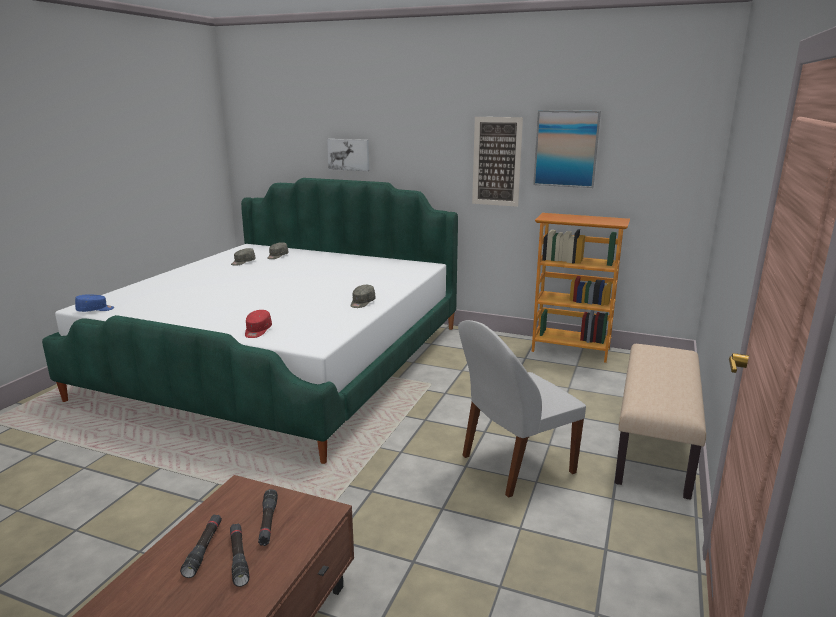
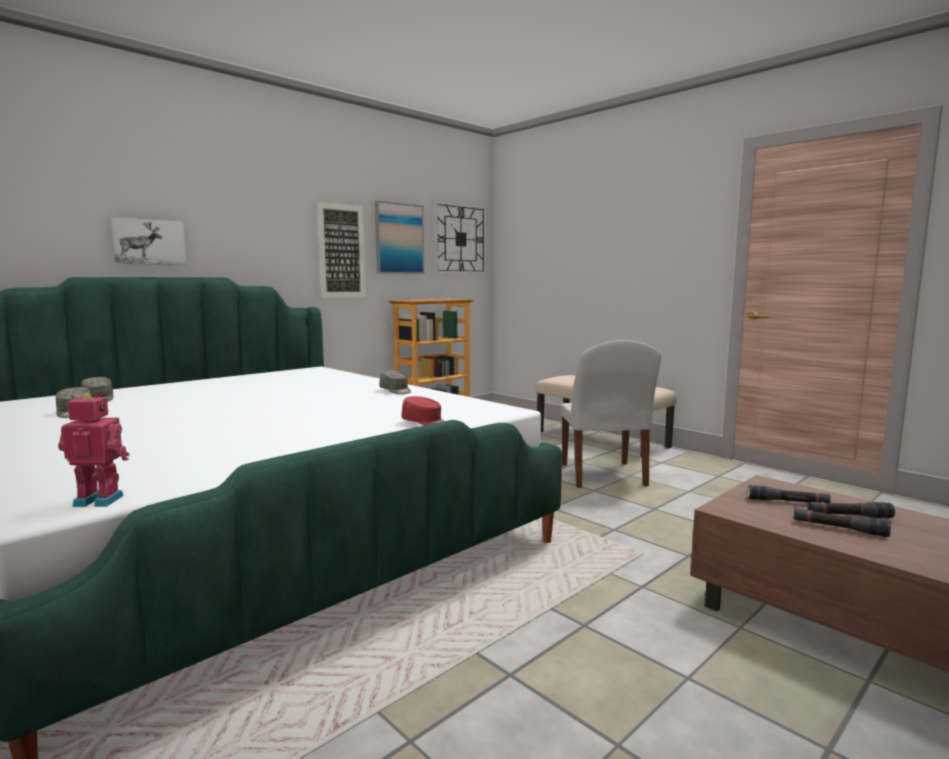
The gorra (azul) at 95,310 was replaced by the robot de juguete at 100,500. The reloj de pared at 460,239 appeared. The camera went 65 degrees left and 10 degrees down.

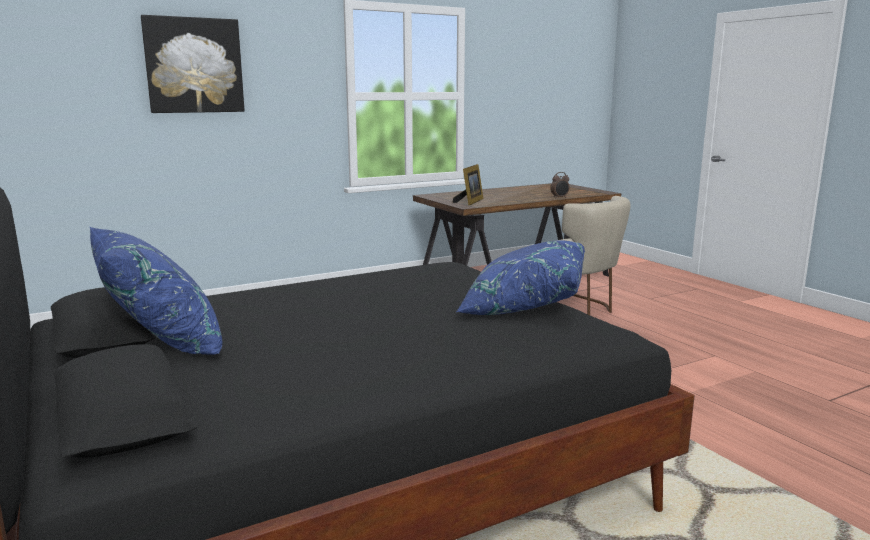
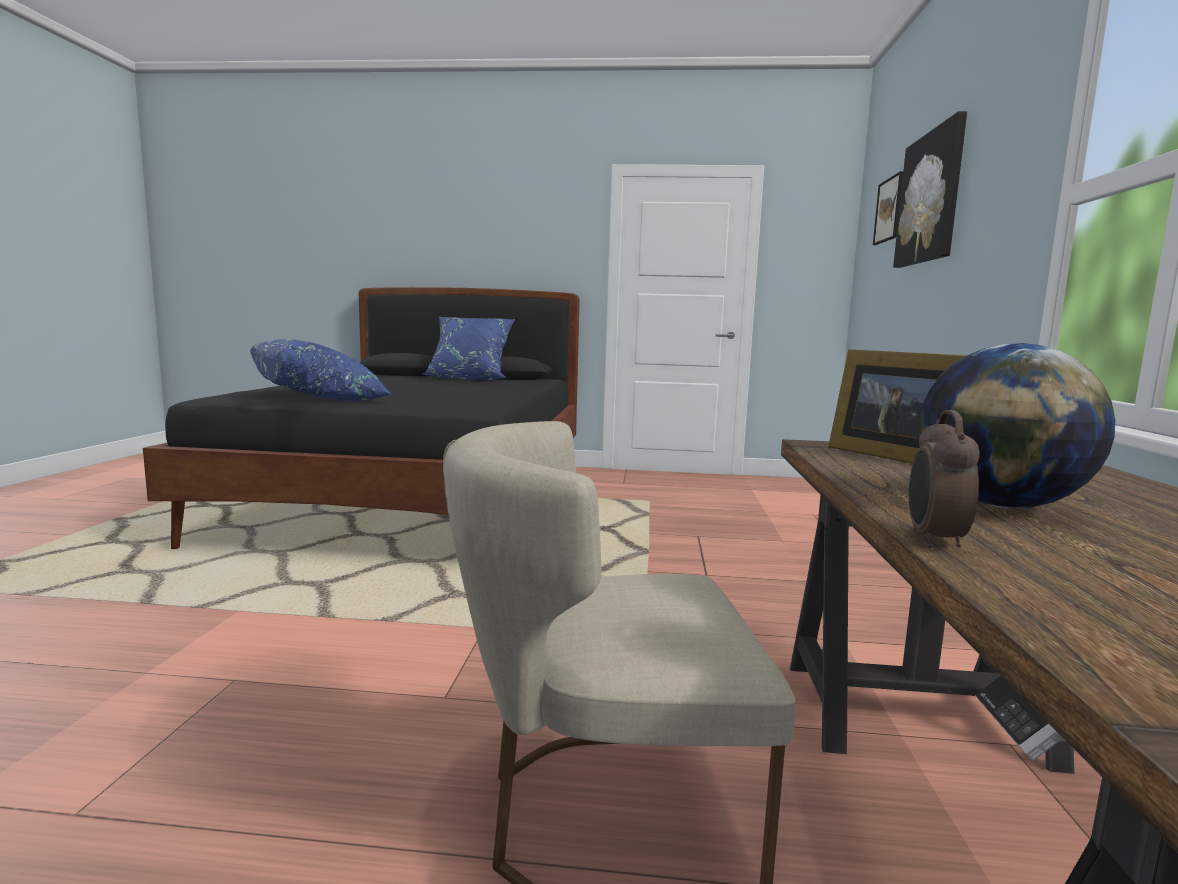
The cuadro at 888,210 appeared. The globo terráqueo at 999,505 appeared. The camera went 125 degrees right and 5 degrees down.

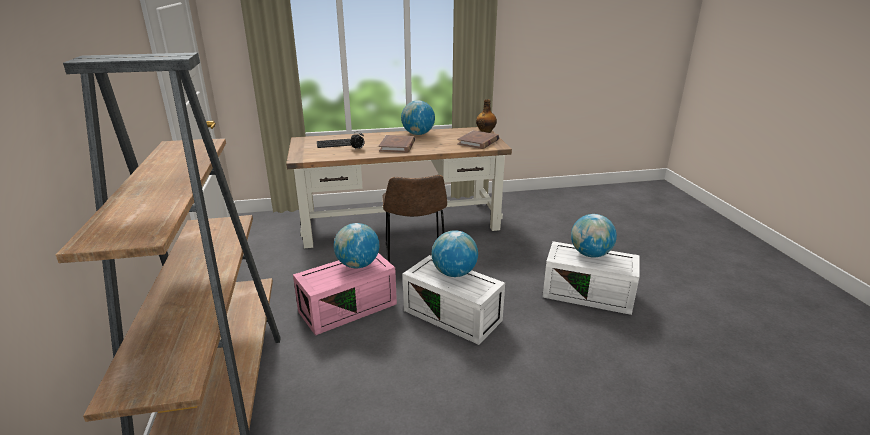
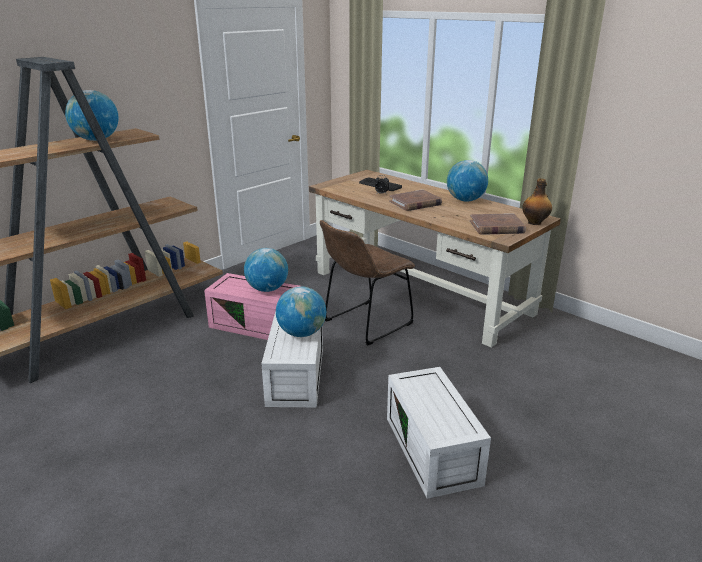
The globo terráqueo moved from 590,254 to 96,140. The camera went 55 degrees right and 0 degrees up.

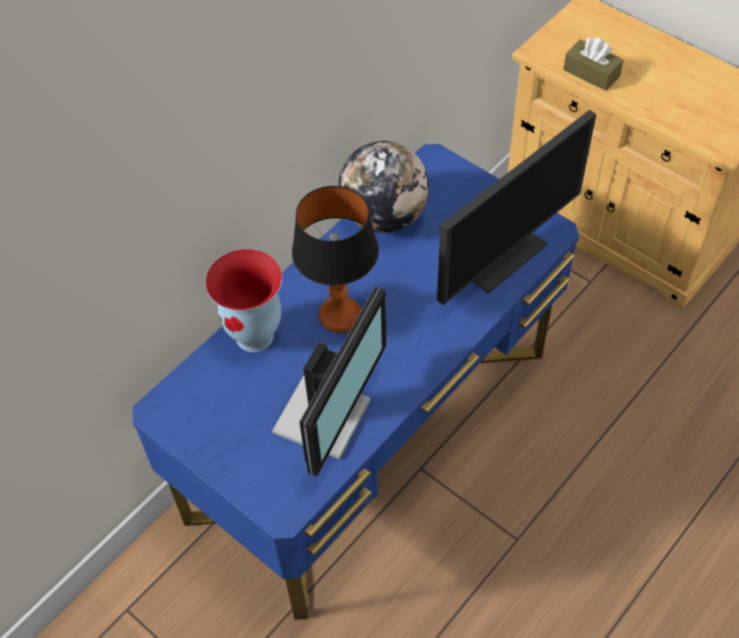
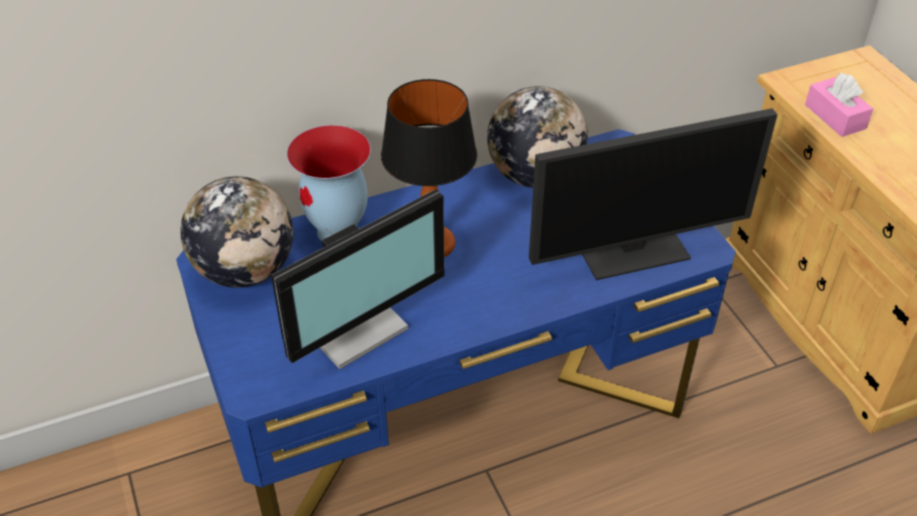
The caja de pañuelos (marrón) at 591,73 became the caja de pañuelos (rosa) at 835,117. The globo terráqueo at 245,270 appeared. The camera went 25 degrees right and 10 degrees down.

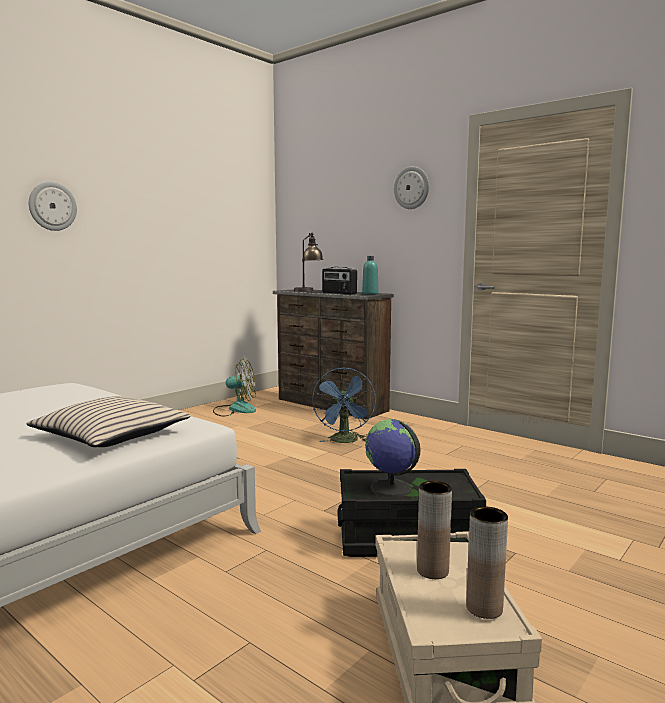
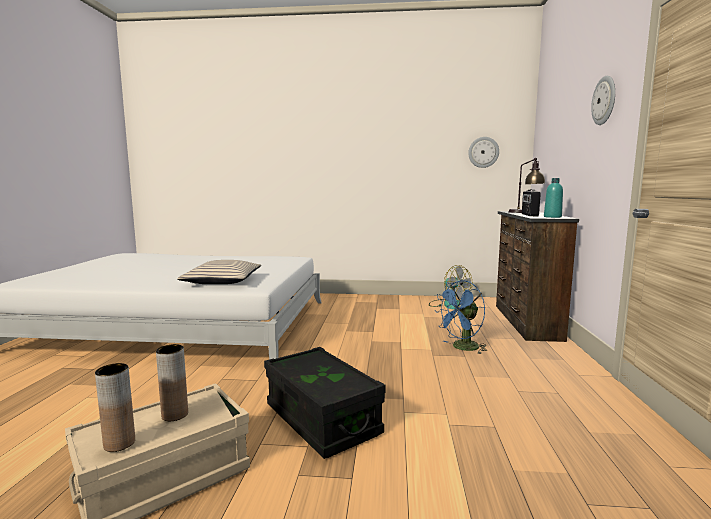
The reloj de pared moved from 52,206 to 483,152. The globo terráqueo at 390,489 disappeared. The camera went 55 degrees right and 0 degrees up.

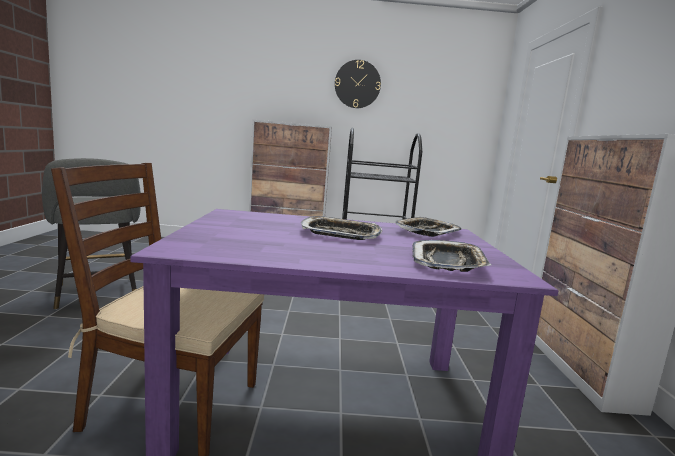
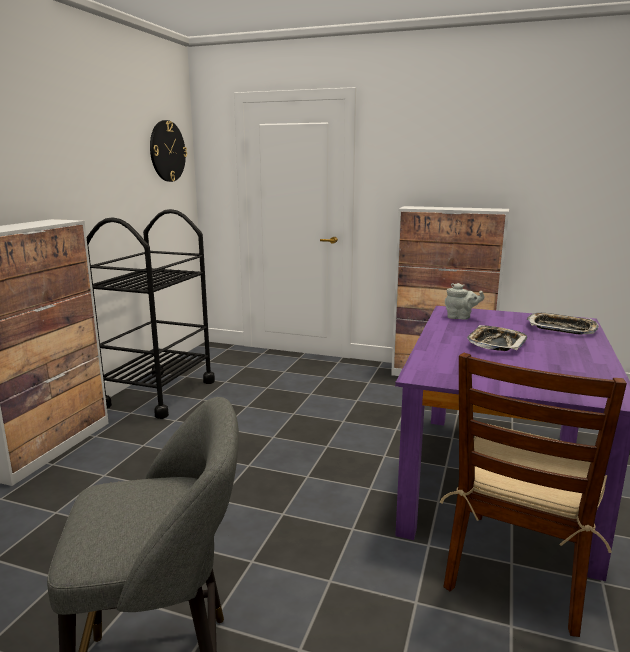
The reloj de pared moved from 357,84 to 167,151. The bandeja at 427,232 was replaced by the tetera (gris) at 460,318. The camera went 70 degrees left and 5 degrees up.

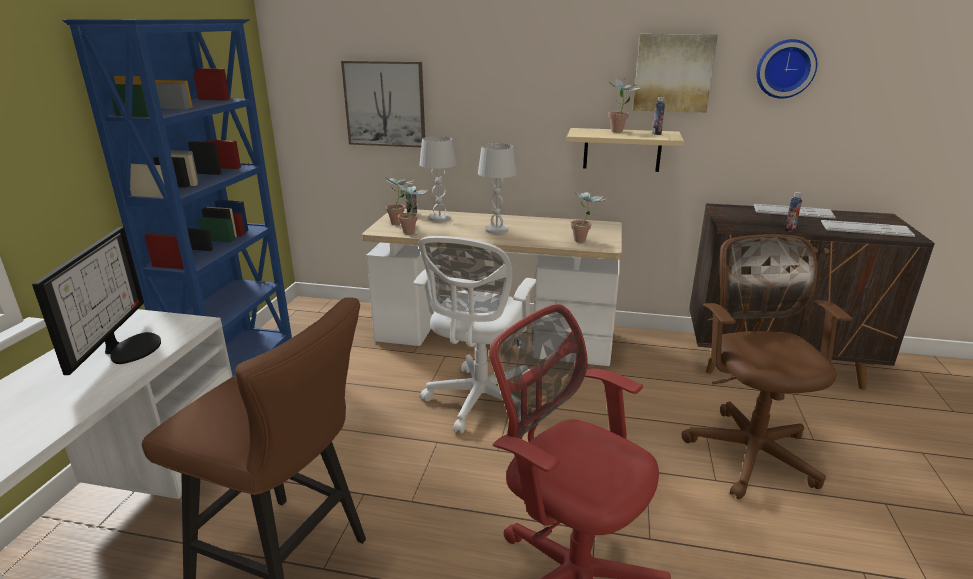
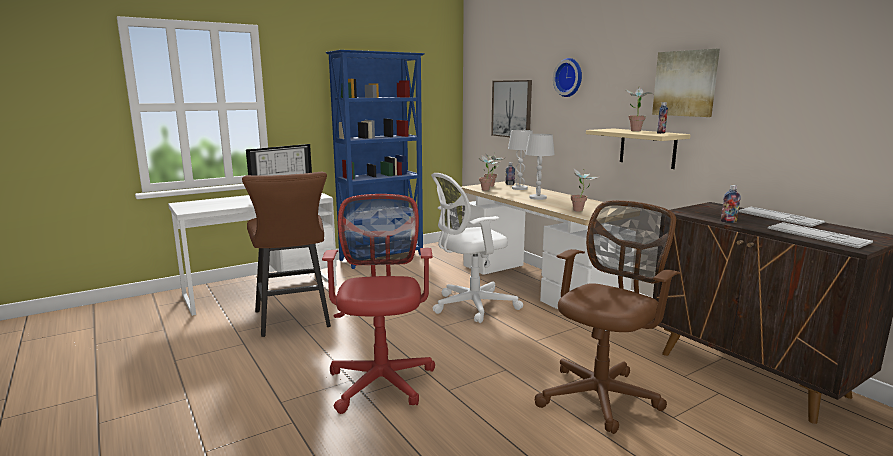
The reloj de pared moved from 785,69 to 569,77. The camera went 45 degrees right and 10 degrees down.

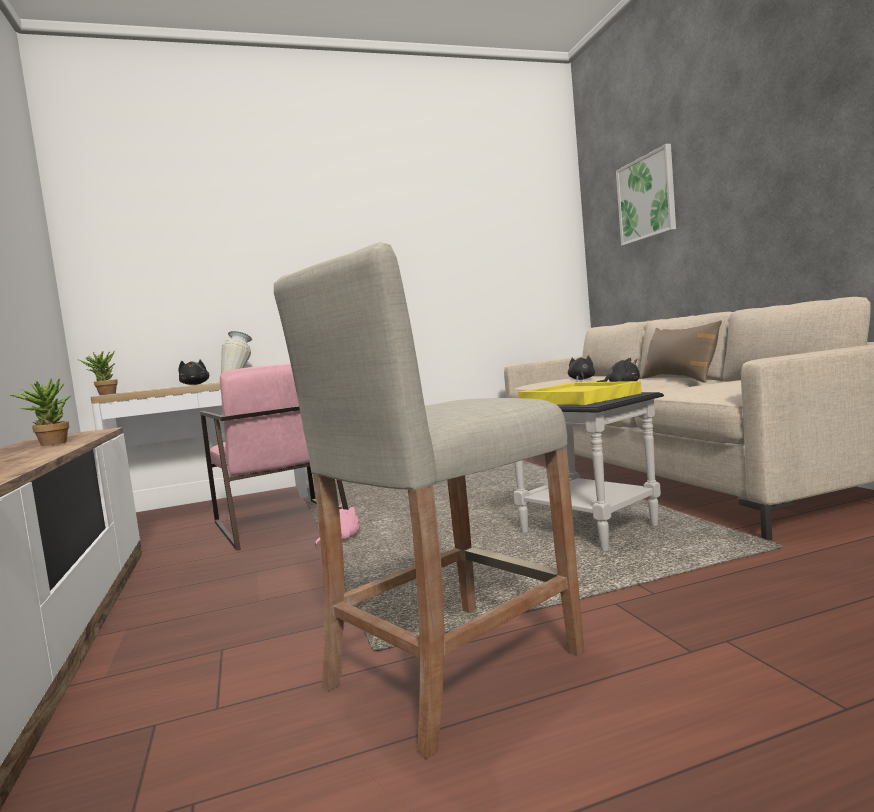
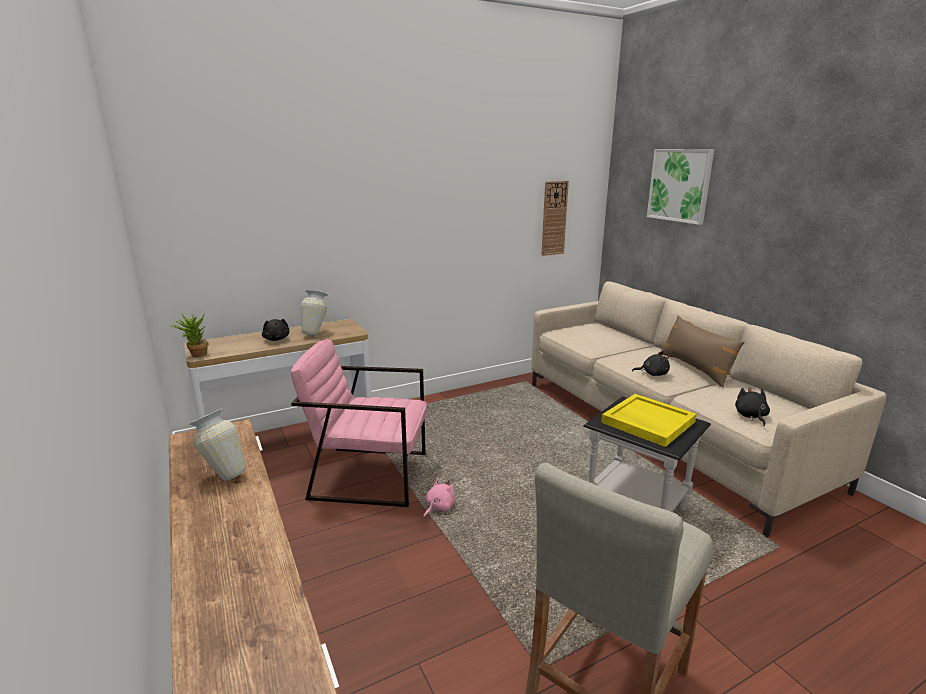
The planta en maceta at 49,444 was replaced by the florero at 223,473. The sillón (rosa) at 279,523 turned 135 degrees clockwise. The peluche (negro) moved from 581,379 to 751,416. The reloj de pared at 554,218 appeared. The camera went 10 degrees left and 15 degrees up.

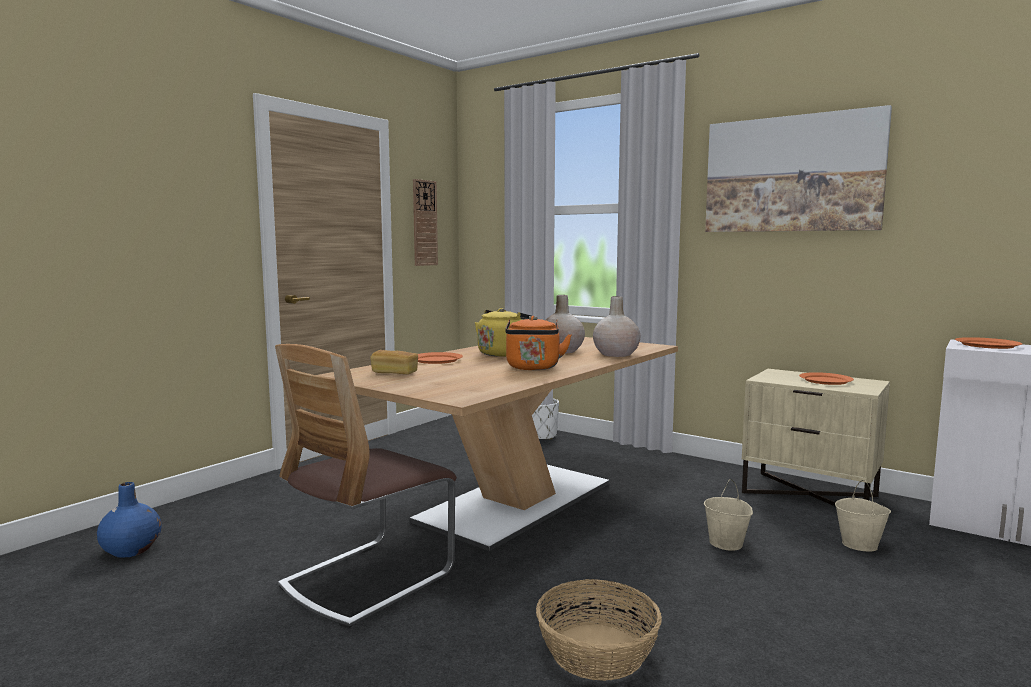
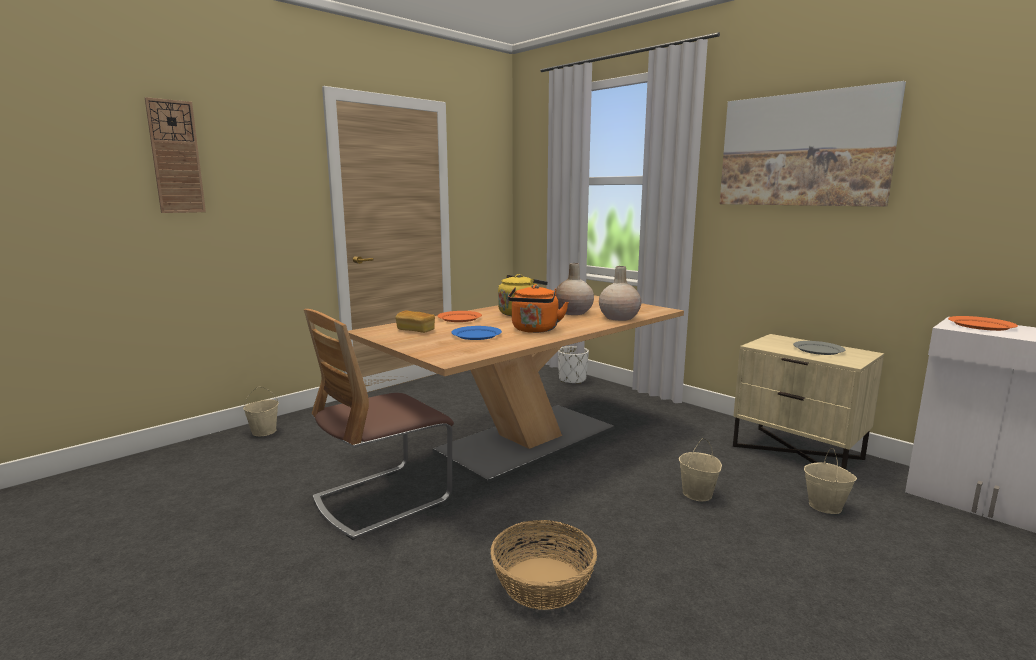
The florero (azul) at 131,550 disappeared. The reloj de pared moved from 424,223 to 176,157. The plato (naranja) at 826,380 became the plato (gris) at 818,350. The cubo (beis) at 264,431 appeared. The plato (azul) at 476,335 appeared. The camera went 10 degrees right and 5 degrees up.

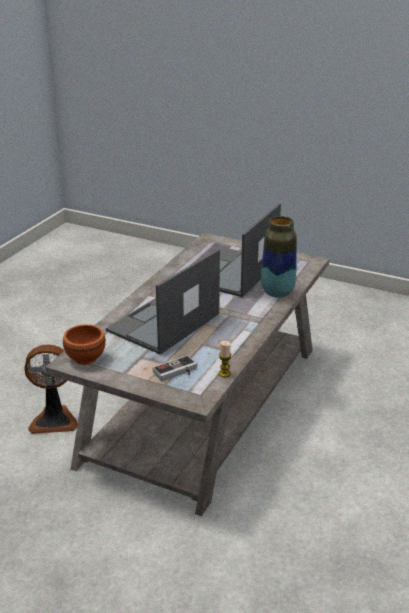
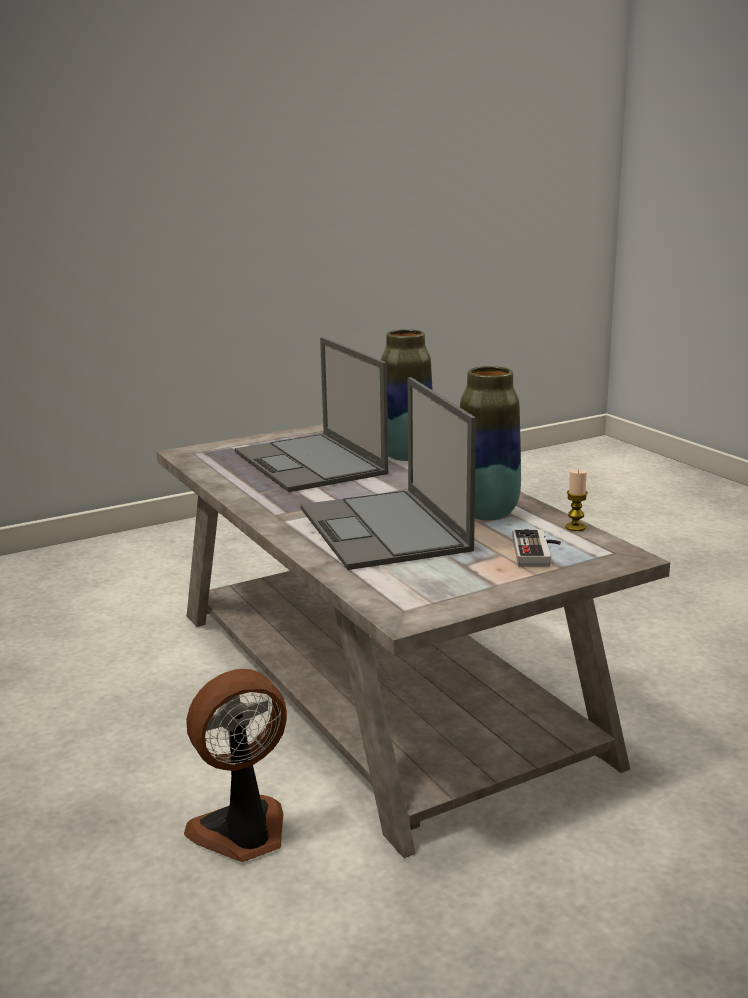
The ventilador at 54,419 turned 150 degrees counterclockwise. The cuenco (marrón) at 84,359 disappeared. The florero at 487,514 appeared. The camera went 55 degrees left and 10 degrees down.

